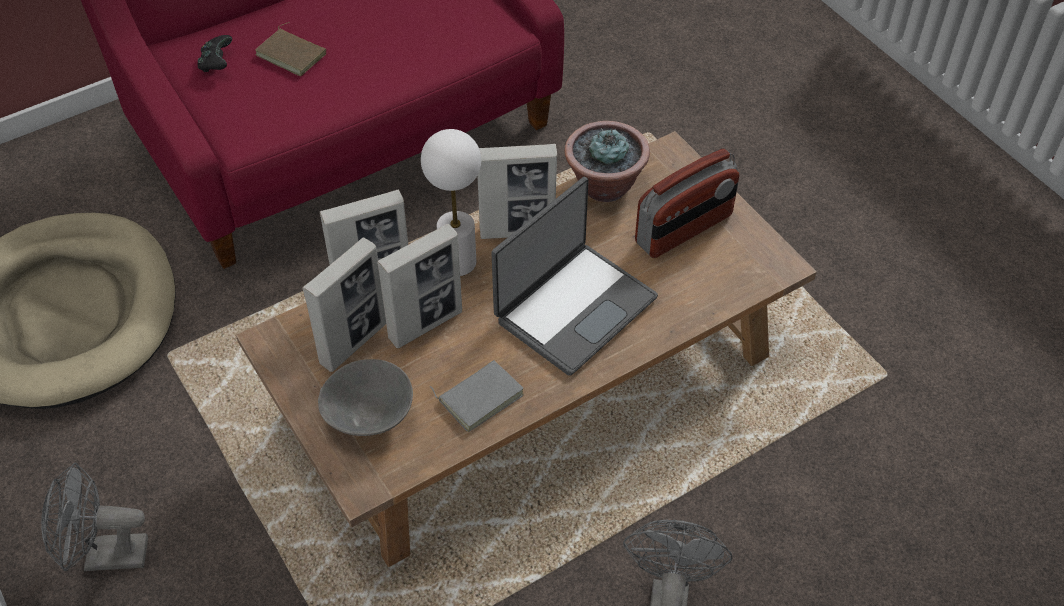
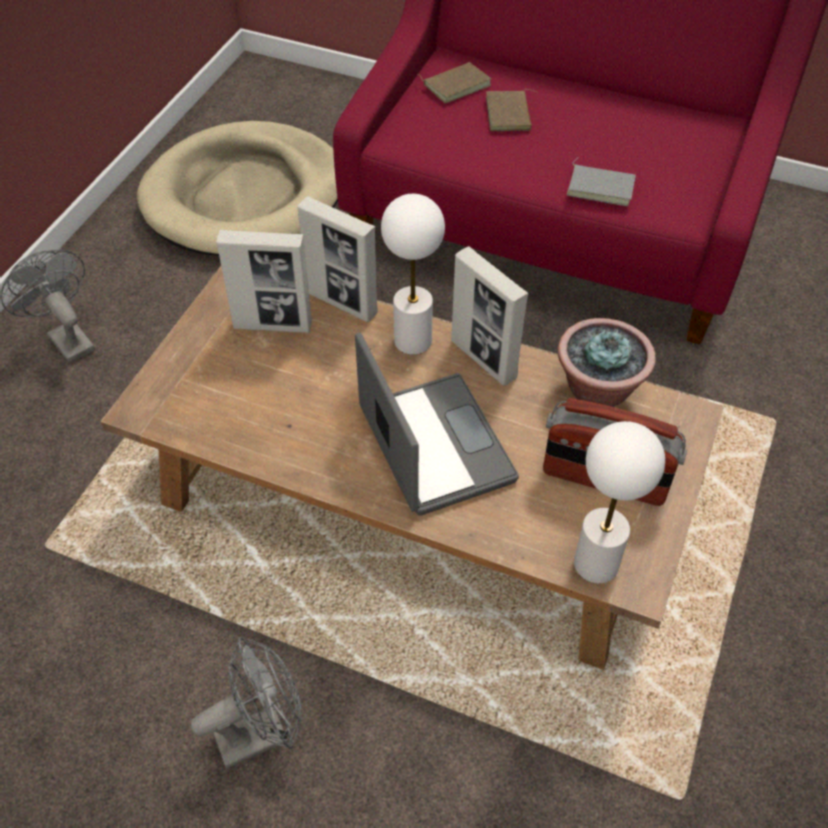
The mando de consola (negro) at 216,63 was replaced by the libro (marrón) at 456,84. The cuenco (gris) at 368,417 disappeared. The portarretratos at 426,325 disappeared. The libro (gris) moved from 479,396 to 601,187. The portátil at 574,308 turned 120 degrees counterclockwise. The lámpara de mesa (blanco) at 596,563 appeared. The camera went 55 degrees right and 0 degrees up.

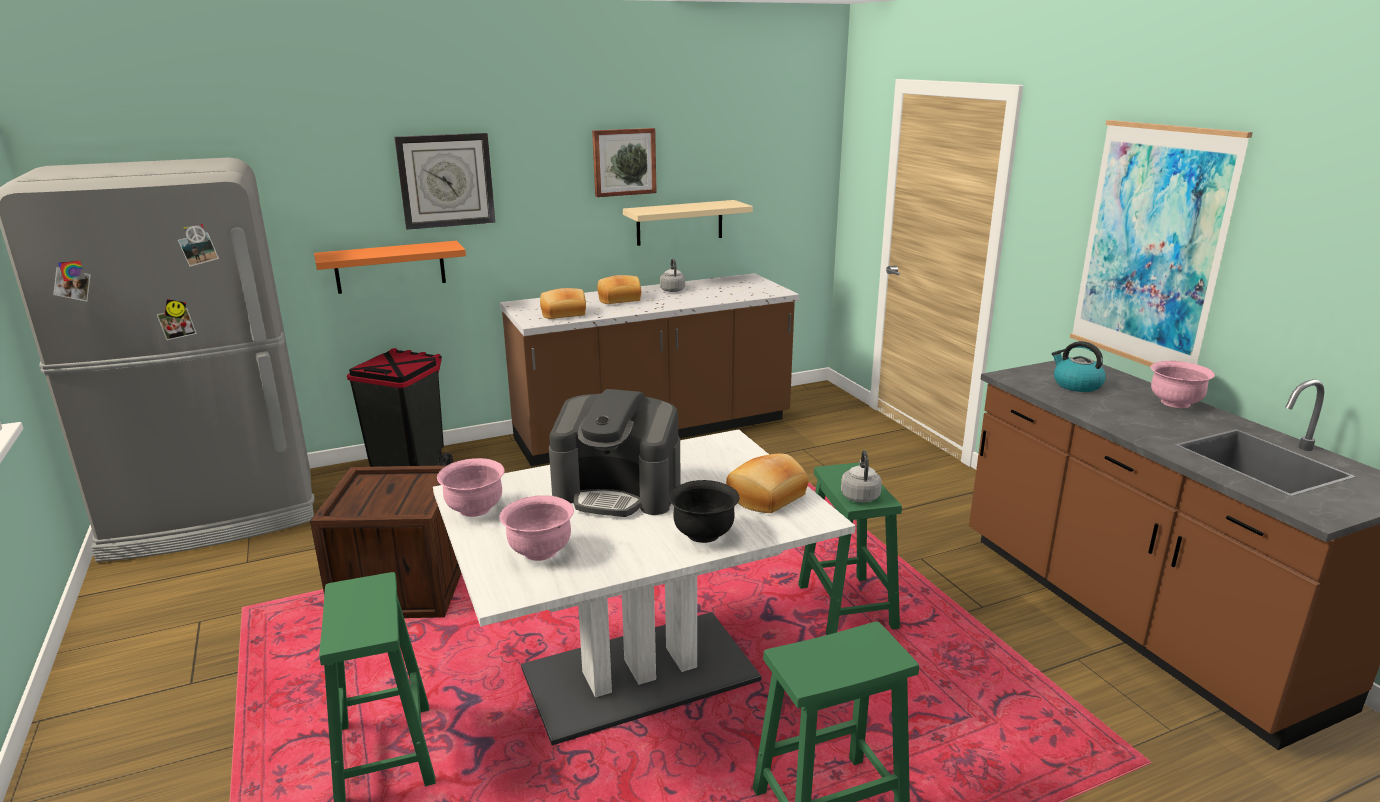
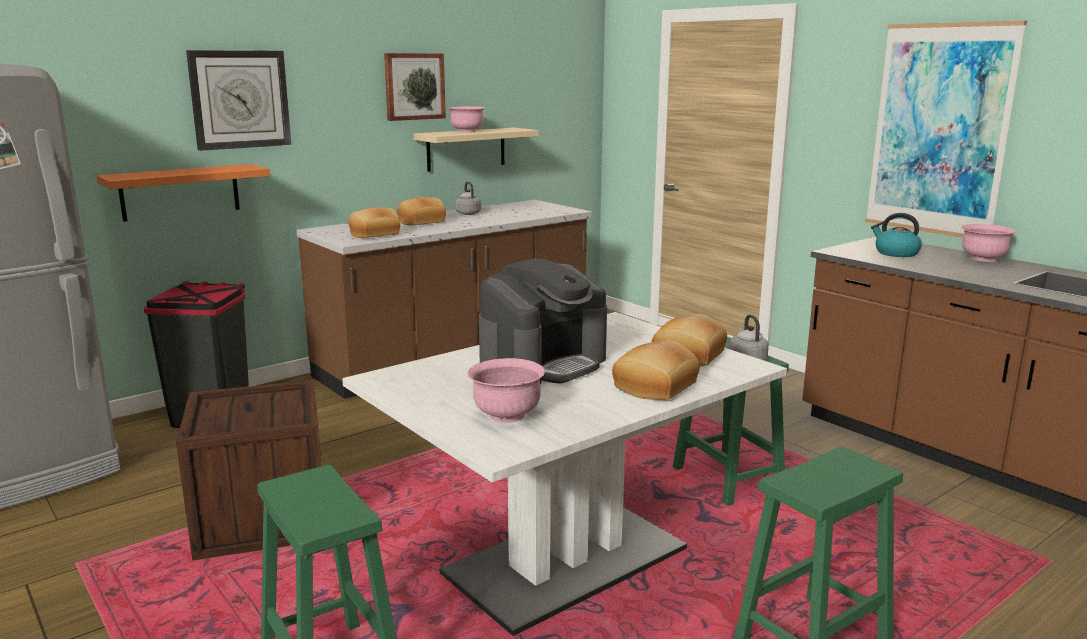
The cuenco (rosa) moved from 474,509 to 467,131. The cafetera at 618,491 turned 45 degrees counterclockwise. The cuenco (negro) at 704,534 was replaced by the pan at 657,387. The camera went 15 degrees left and 5 degrees down.

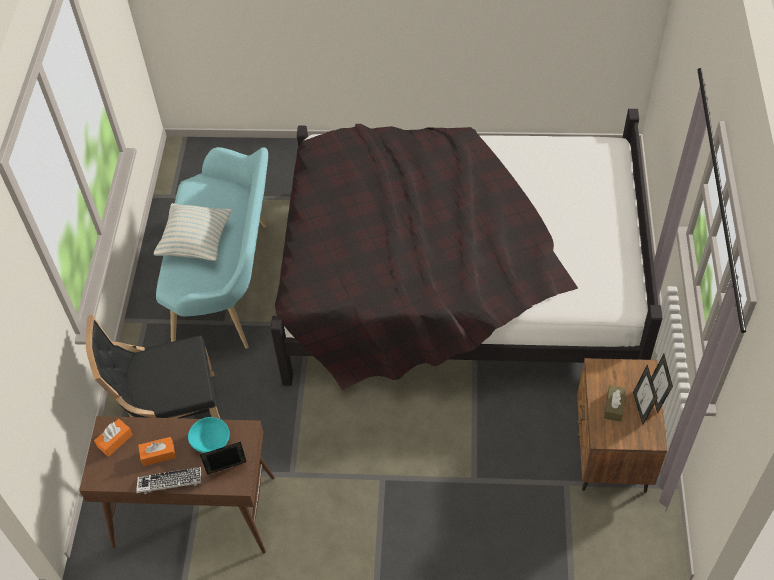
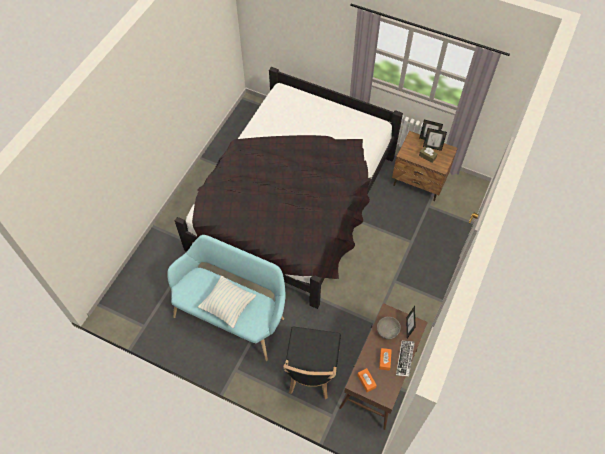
The cuenco (turquesa) at 212,442 became the cuenco (gris) at 387,331. The camera went 70 degrees left and 5 degrees up.

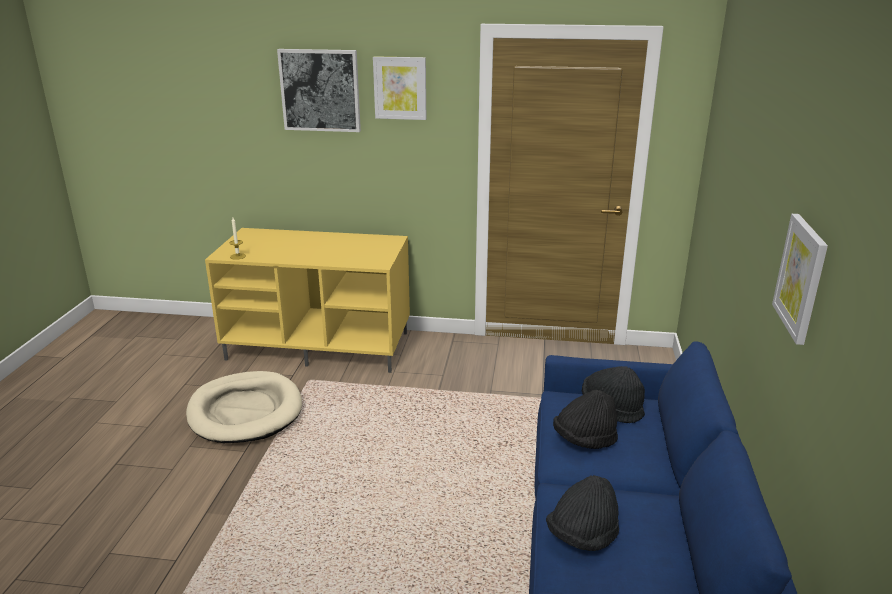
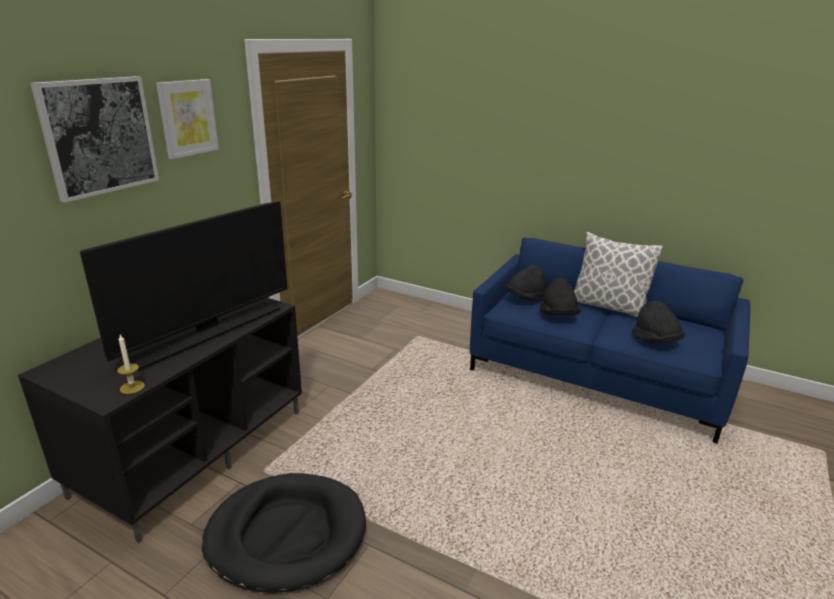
The cama para perro (beis) at 245,411 became the cama para perro (negro) at 287,534. The mueble de televisión (amarillo) at 320,345 became the mueble de televisión (negro) at 194,449. The cuadro at 801,277 disappeared. The televisor at 208,333 appeared. The cojín at 607,306 appeared. The camera went 70 degrees left and 0 degrees up.

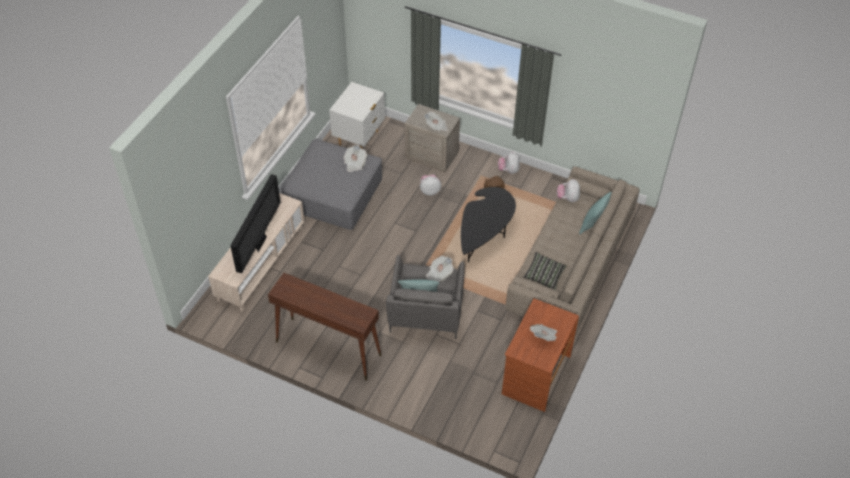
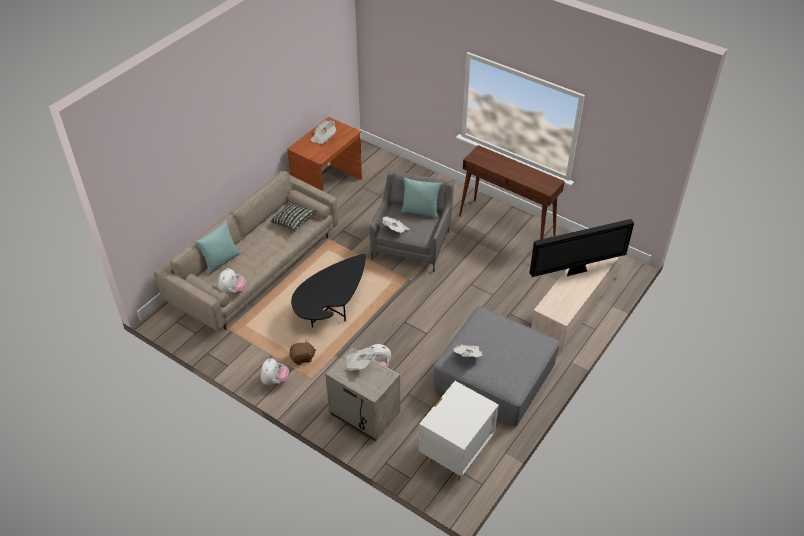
The televisor at 260,242 turned 135 degrees counterclockwise. The camera went 170 degrees left and 5 degrees down.

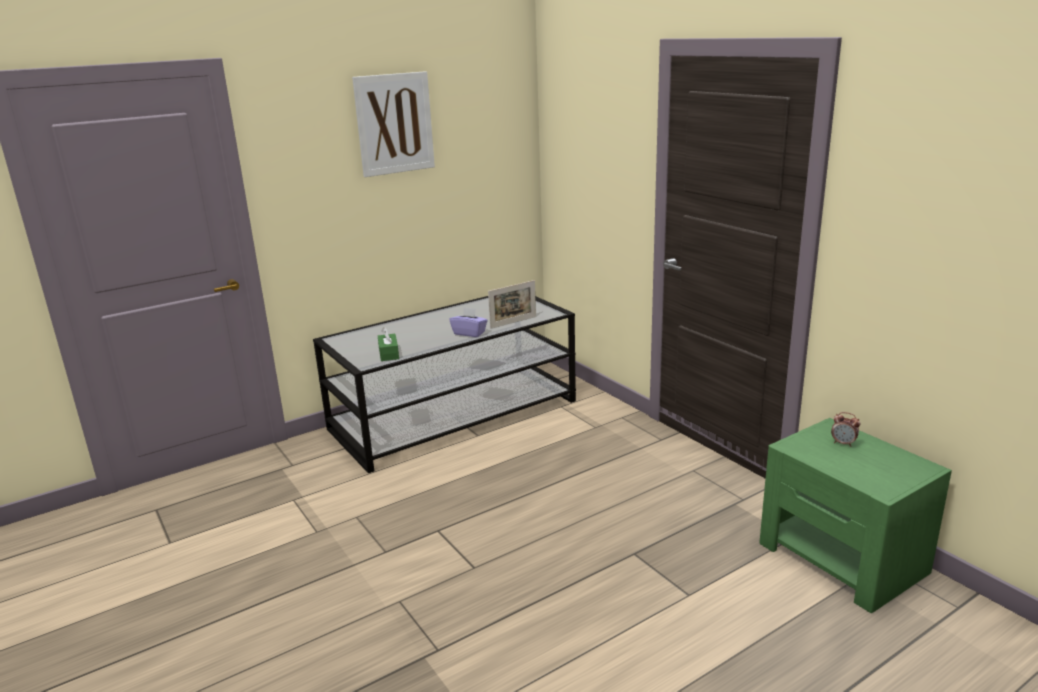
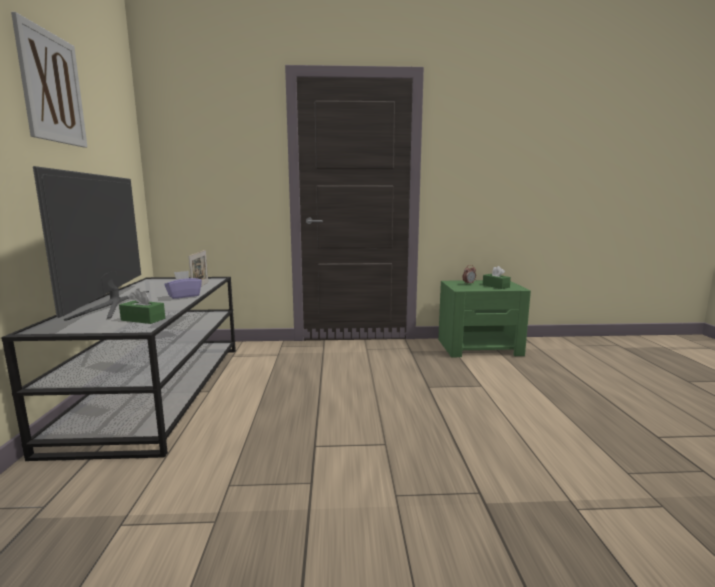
The televisor at 111,304 appeared. The caja de pañuelos (verde) at 496,286 appeared. The camera went 60 degrees left and 10 degrees down.

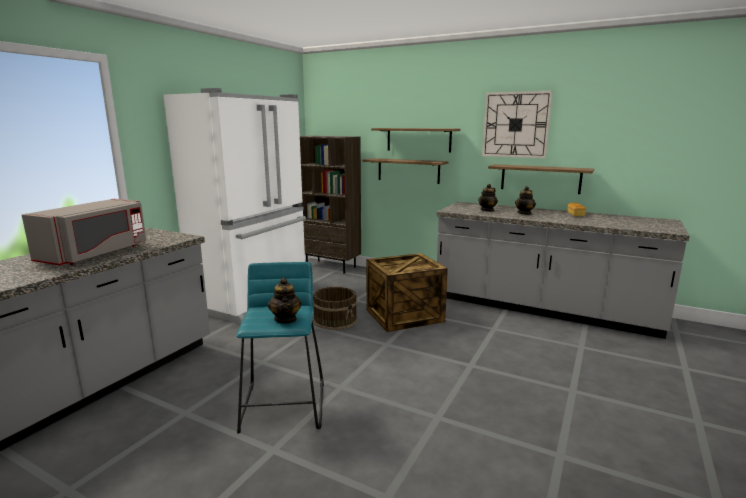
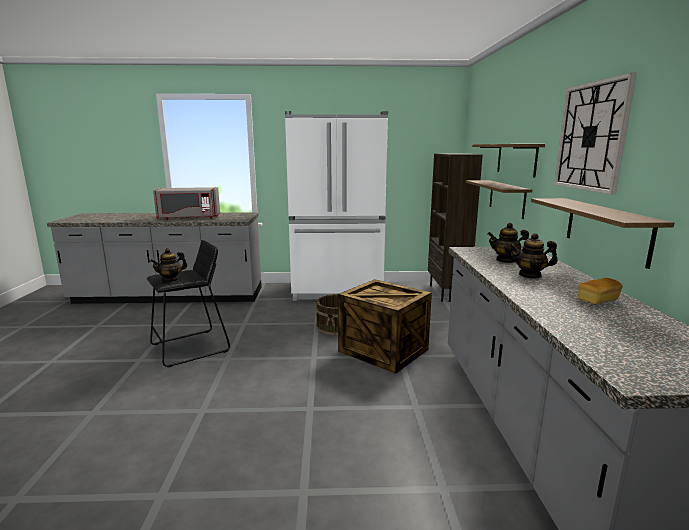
The taburete (turquesa) at 284,406 became the taburete (negro) at 190,348. The camera went 60 degrees right and 0 degrees up.

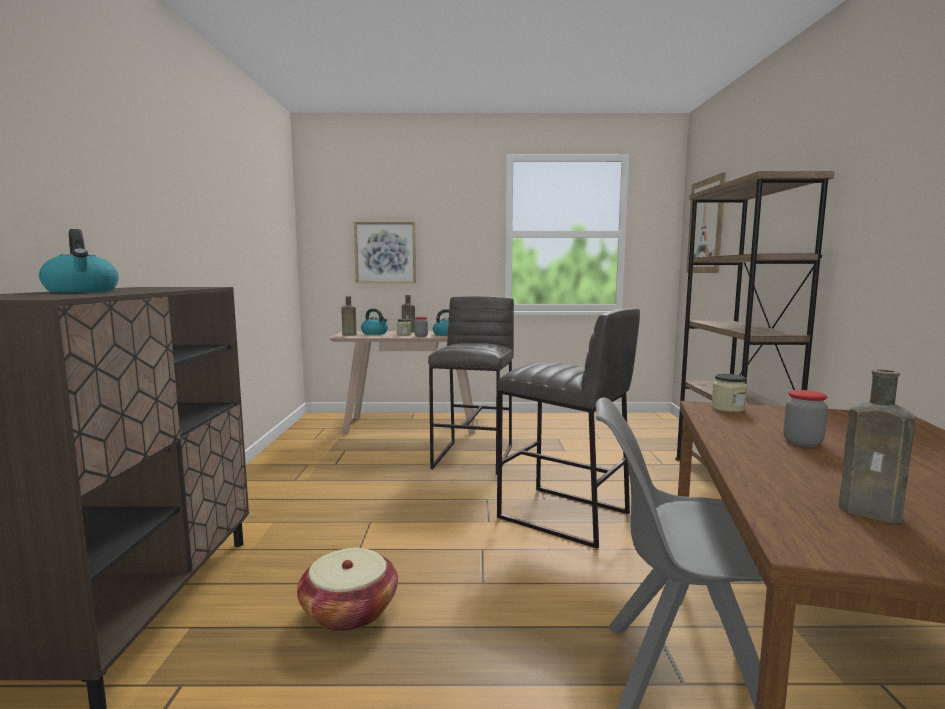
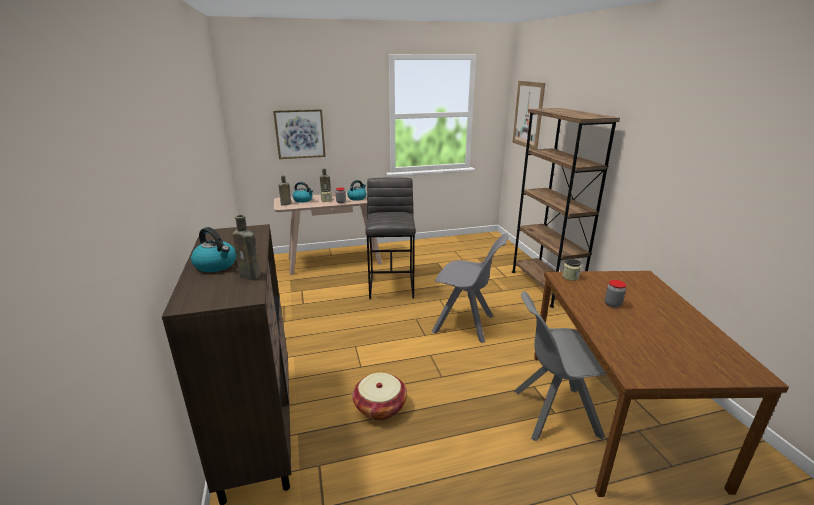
The taburete (gris) at 564,516 was replaced by the silla (gris) at 465,324. The botella (marrón) moved from 874,513 to 251,275. The camera went 15 degrees left and 15 degrees up.

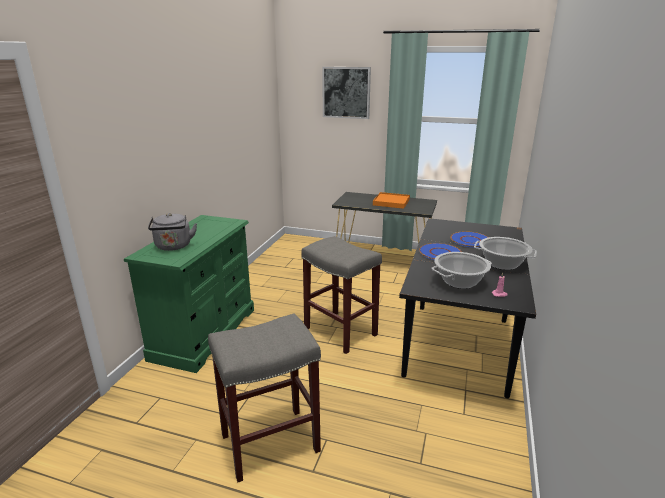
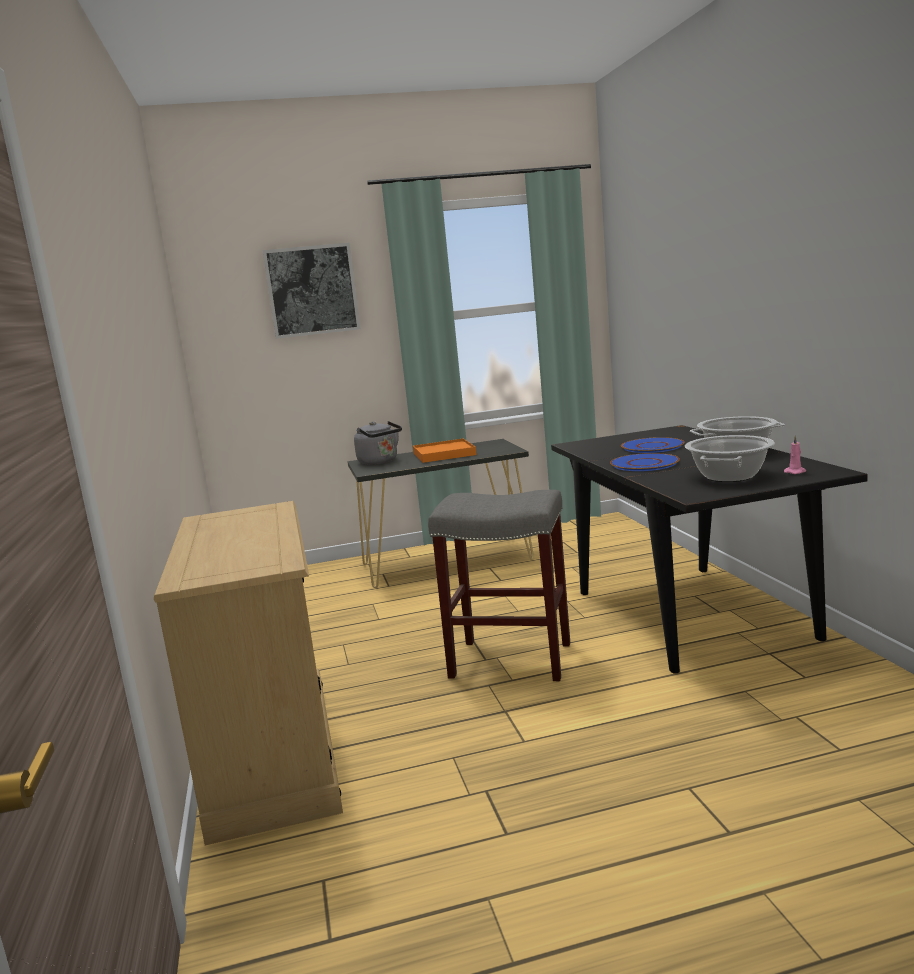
The cómoda (verde) at 205,333 became the cómoda (beis) at 273,754. The hervidor (gris) moved from 173,247 to 380,461. The taburete (gris) at 269,444 disappeared. The camera went 30 degrees left and 10 degrees down.

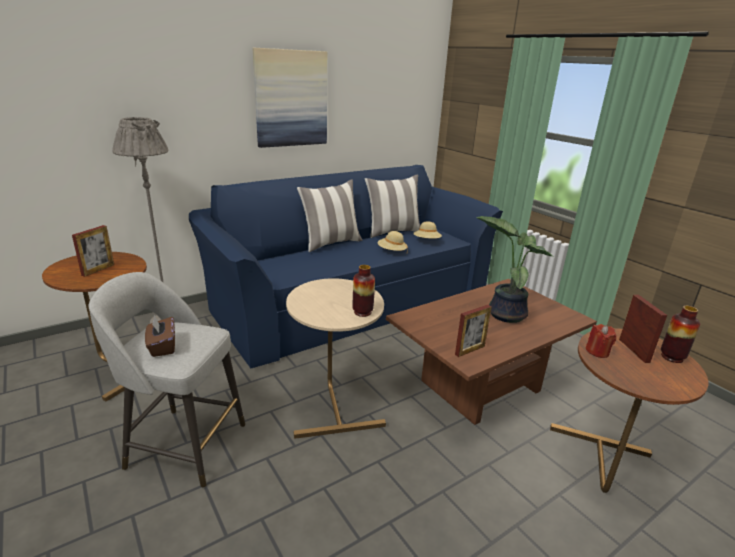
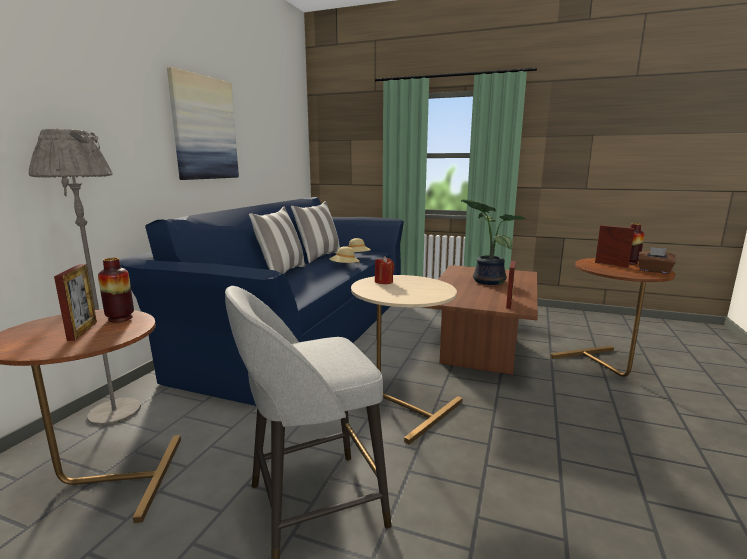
The caja de pañuelos (marrón) moved from 162,347 to 654,271. The florero moved from 362,312 to 120,318. The vela (rojo) moved from 597,352 to 384,282. The camera went 35 degrees left and 10 degrees down.

